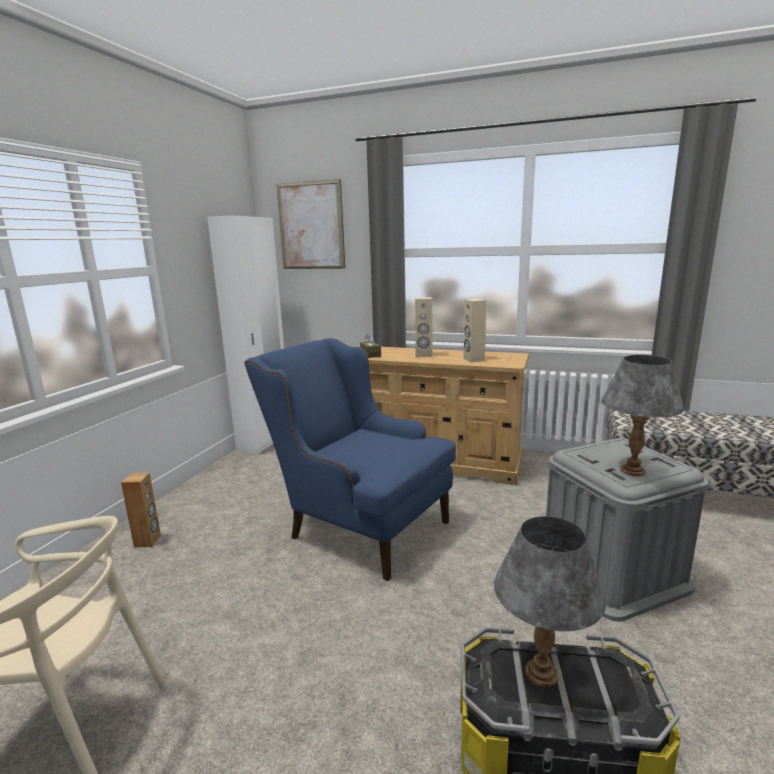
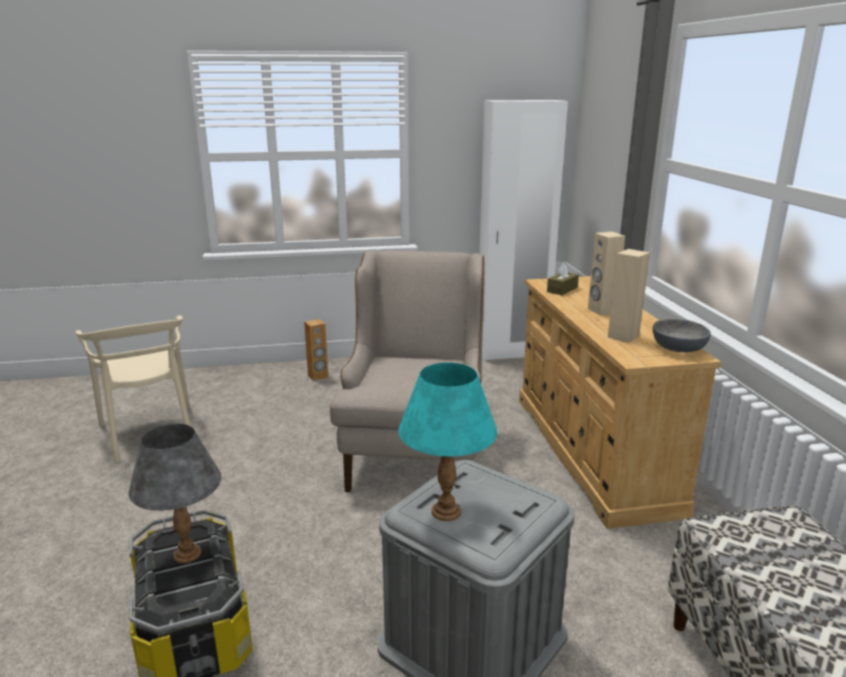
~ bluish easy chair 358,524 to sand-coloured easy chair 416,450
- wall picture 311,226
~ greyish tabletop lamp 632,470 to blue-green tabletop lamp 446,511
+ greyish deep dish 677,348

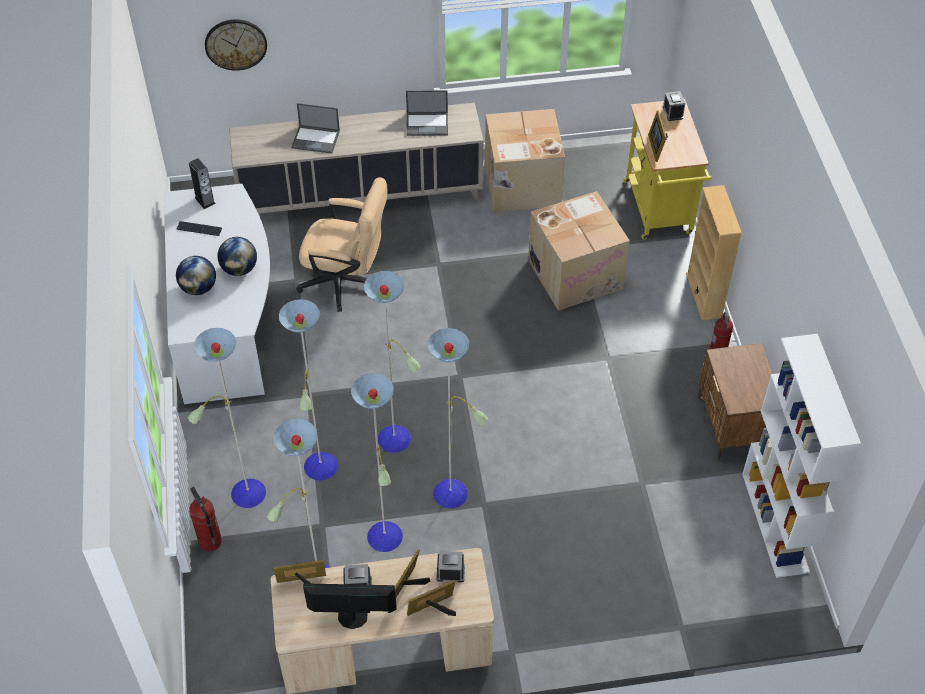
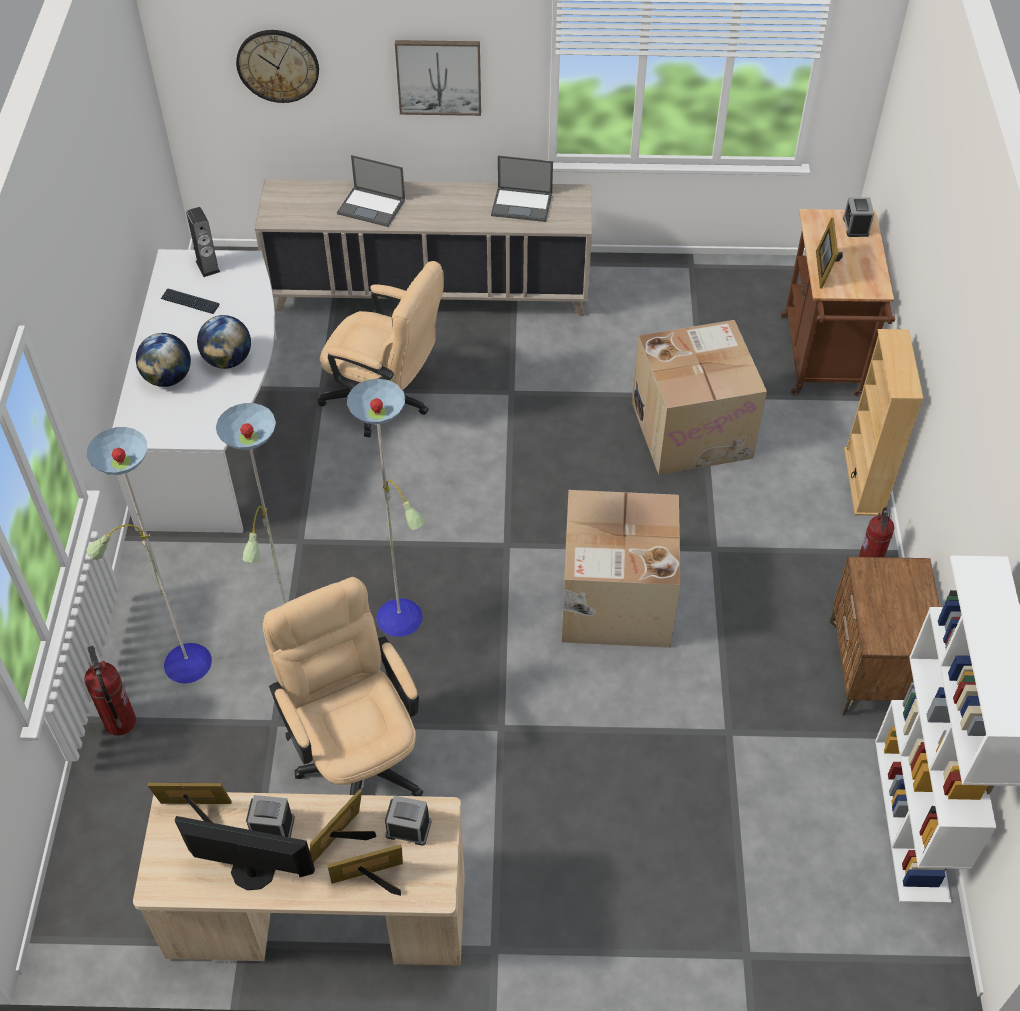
~ standard lamp 386,538 to sand-coloured office chair 356,755
~ carton 521,185 to 614,601
~ yellowish wheeled cart 659,212 to brownish wheeled cart 822,362
+ wall picture 439,76

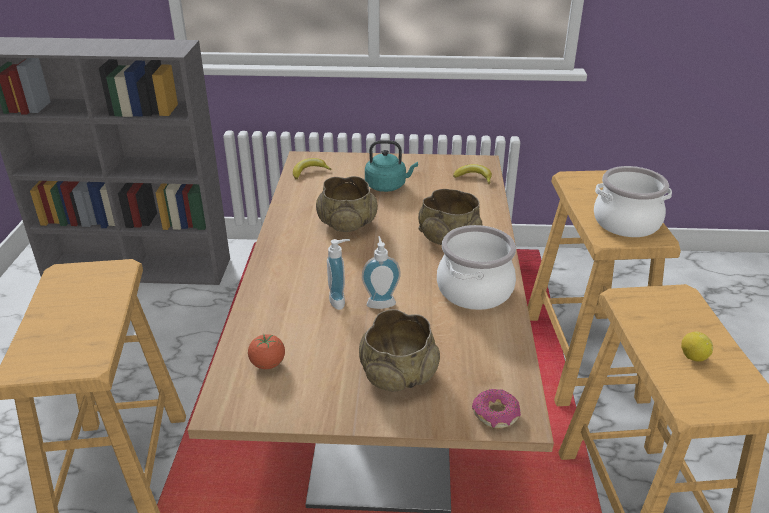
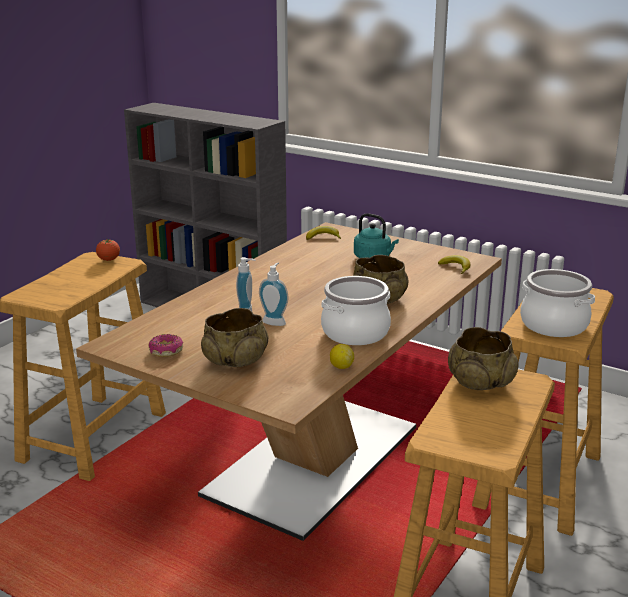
~ whole tomato 268,364 to 108,260
~ sand-coloured deep dish 347,224 to 480,382
~ ring doughnut 495,415 to 166,351
~ whole lemon 693,357 to 341,367

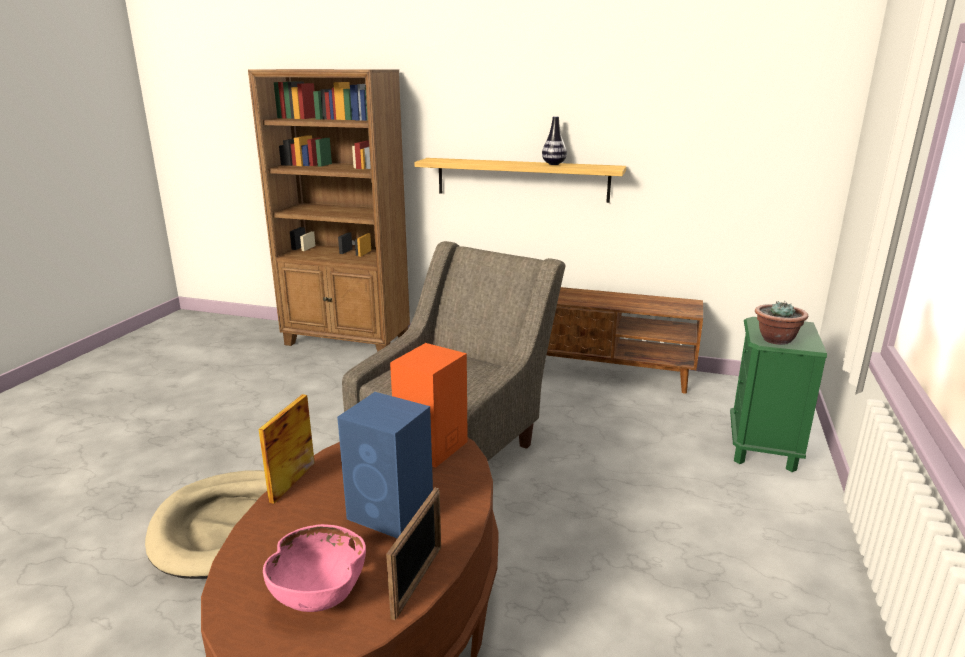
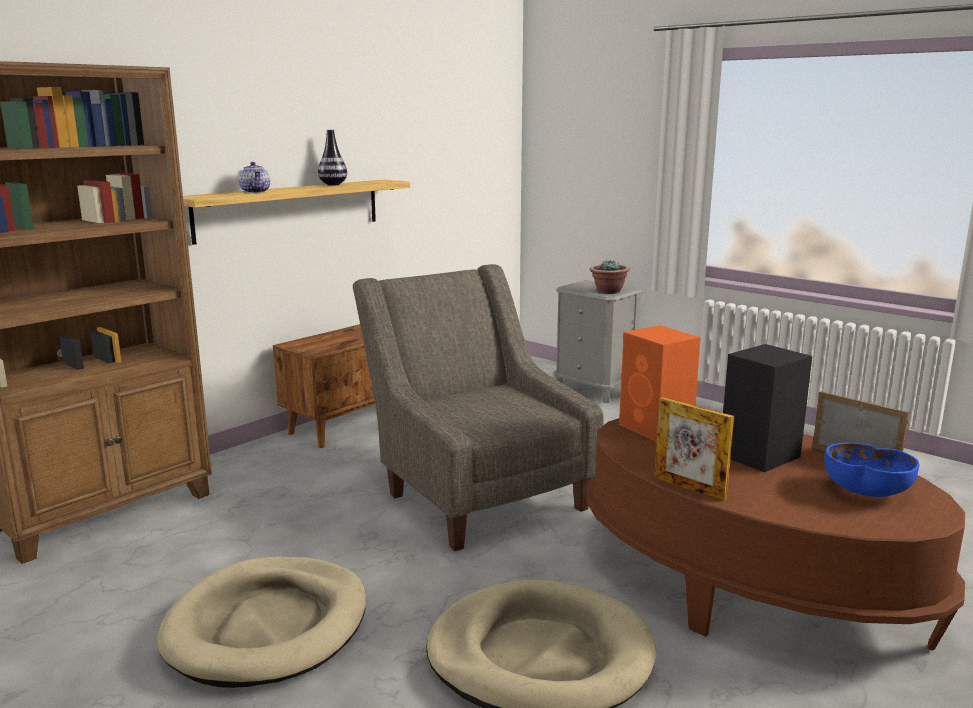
~ pinkish deep dish 318,592 to bluish deep dish 866,492
~ bluish audio speaker 392,513 to black-coloured audio speaker 760,455
~ green-coloured nightstand 763,448 to greyish nightstand 594,390
+ sand-coloured dog bed 268,626
+ pot for tea 256,192

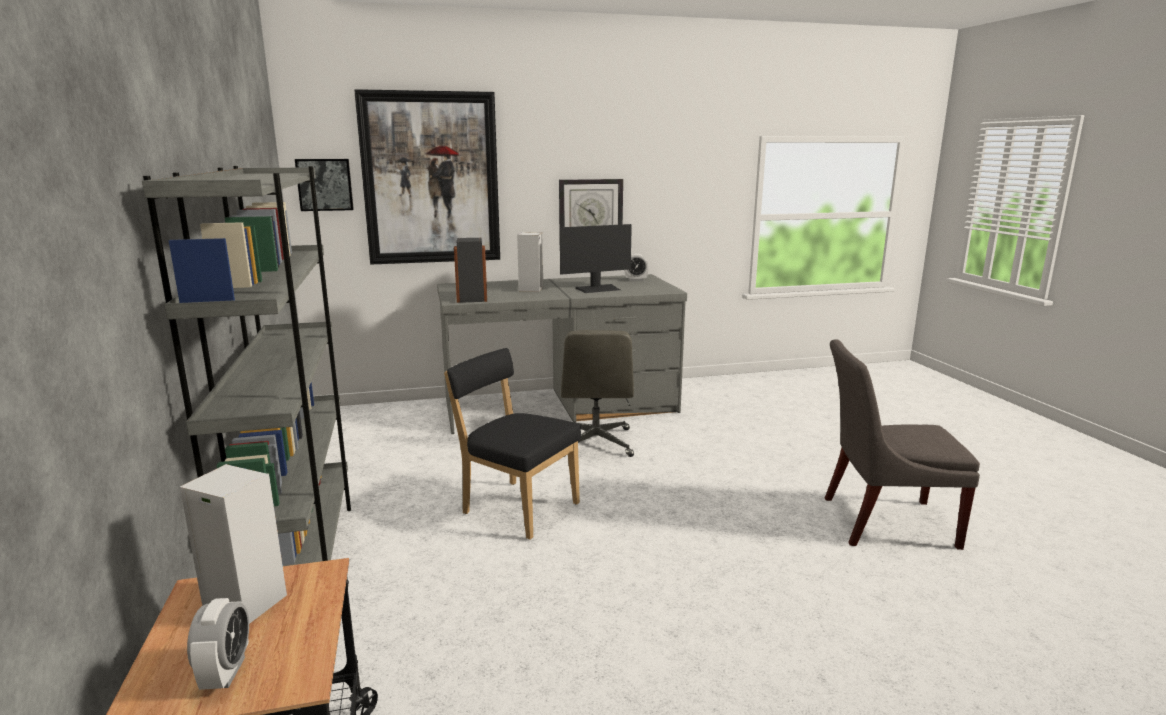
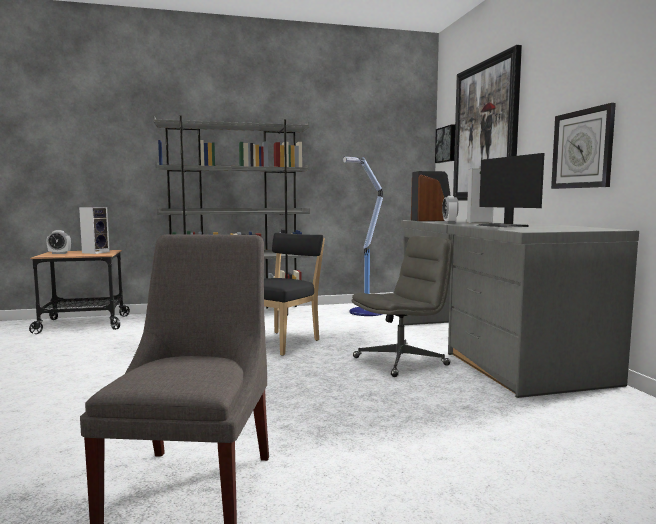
~ greyish office chair 596,443 = 401,361 150 degrees clockwise
~ table clock 636,280 to 449,223
+ standard lamp 365,312

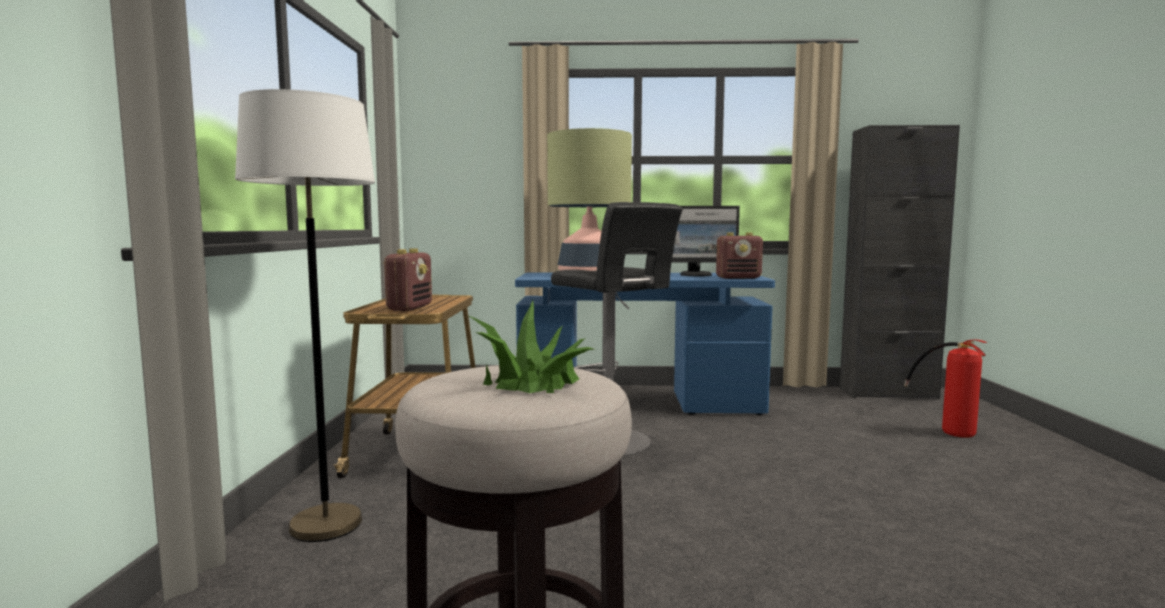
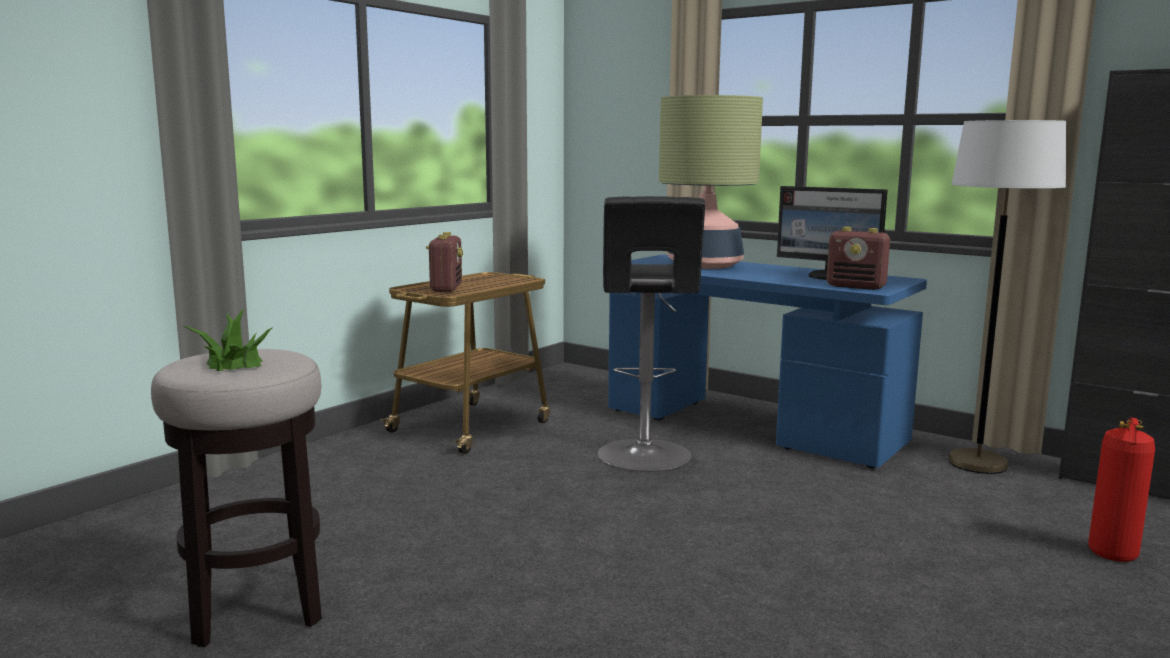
~ white-coloured standard lamp 326,525 to 977,463
~ radio receiver 409,308 = 446,289 45 degrees counterclockwise

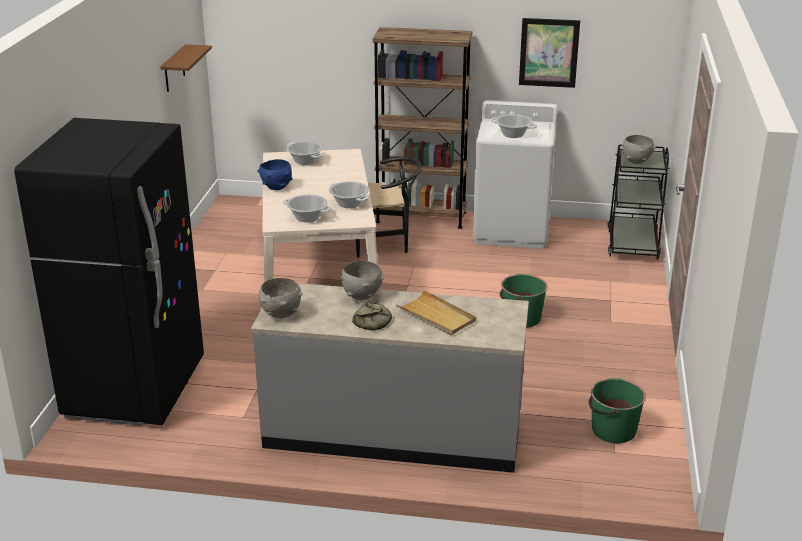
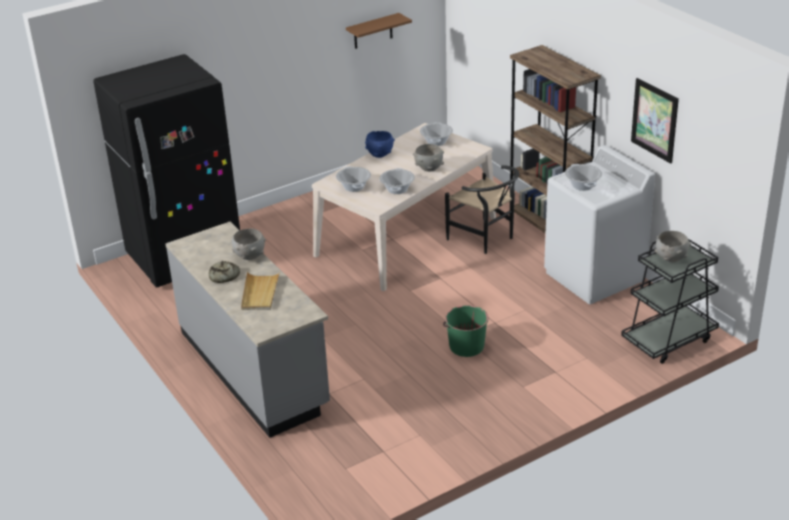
~ greyish deep dish 281,314 to 428,169
- green-coloured bucket 612,430

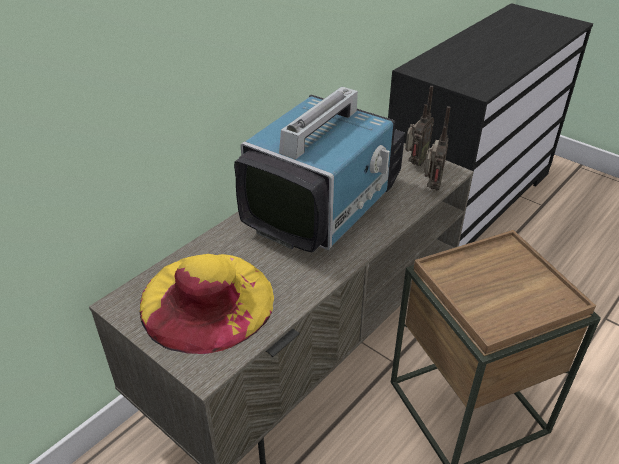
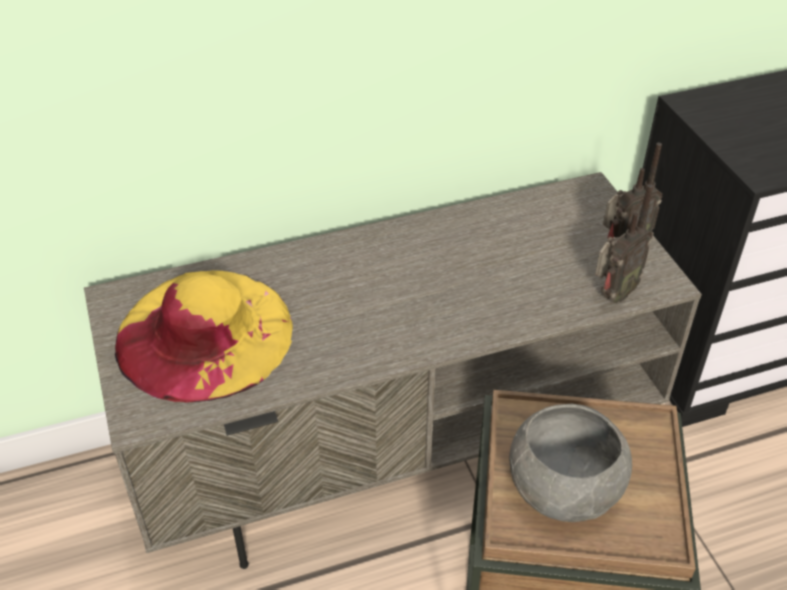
- TV 325,204
+ greyish deep dish 565,490

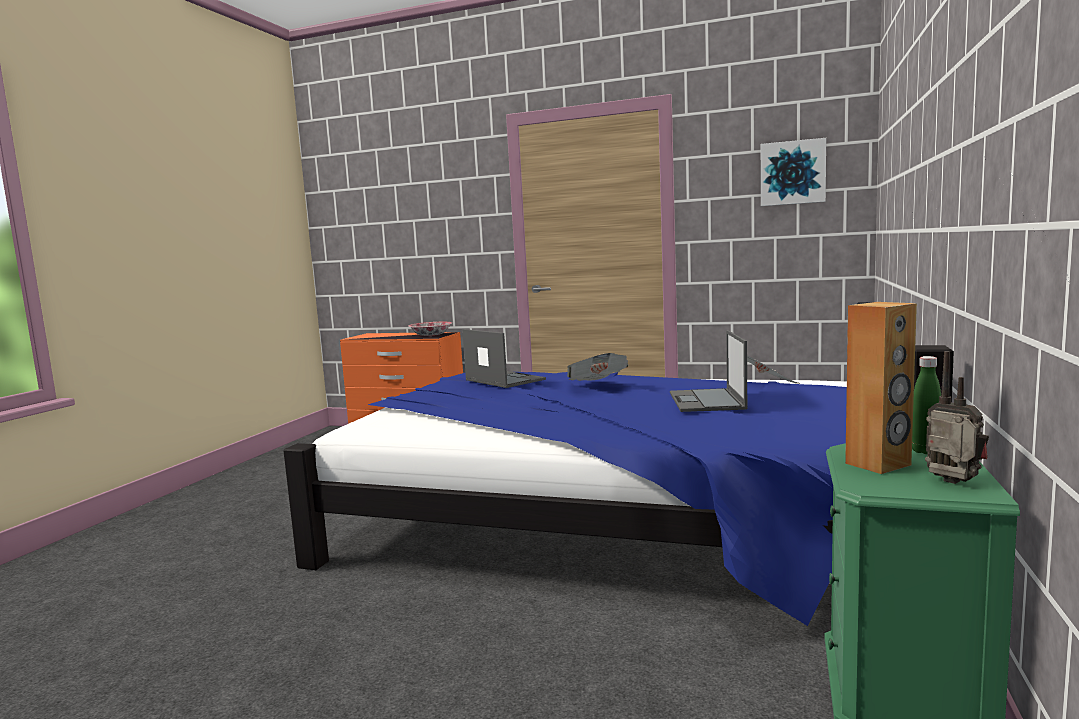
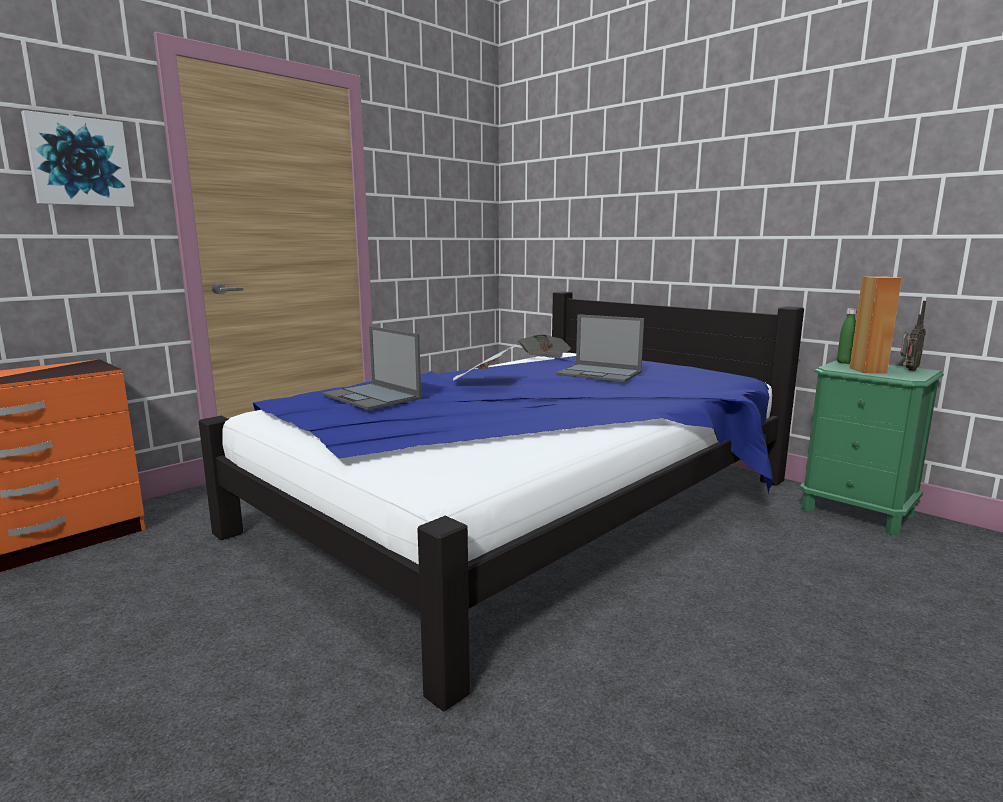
- deep dish 431,335
~ notebook computer 504,380 = 372,397 120 degrees counterclockwise
~ wall picture 792,173 to 79,162
~ radio receiver 951,484 = 907,370 150 degrees clockwise

